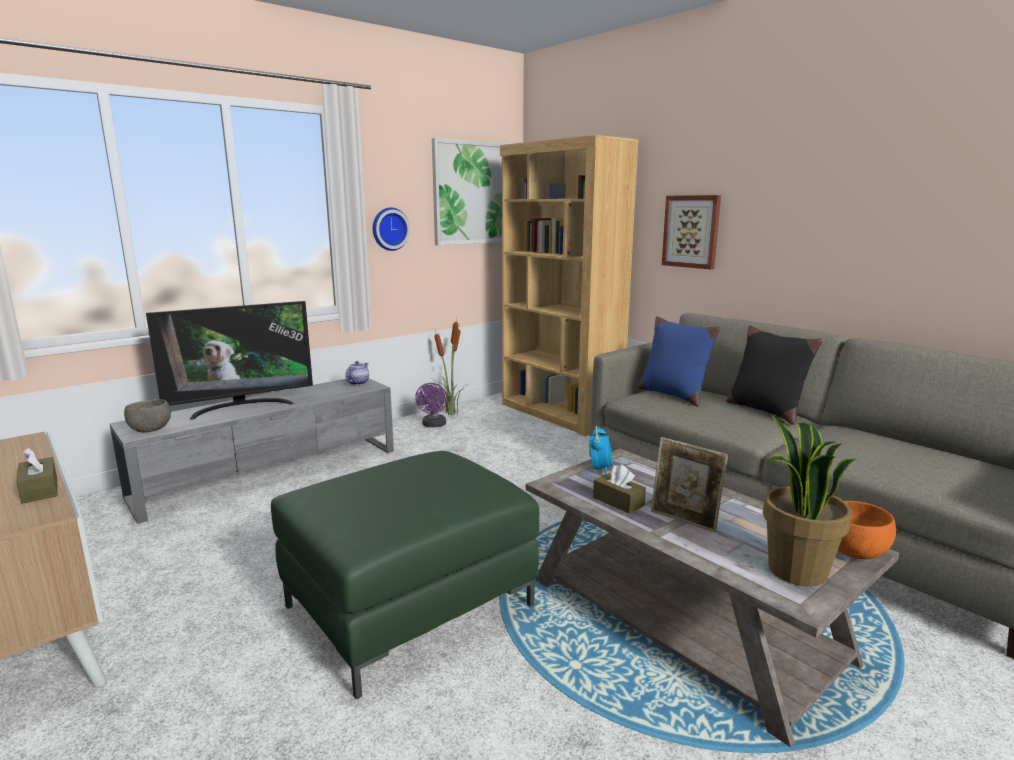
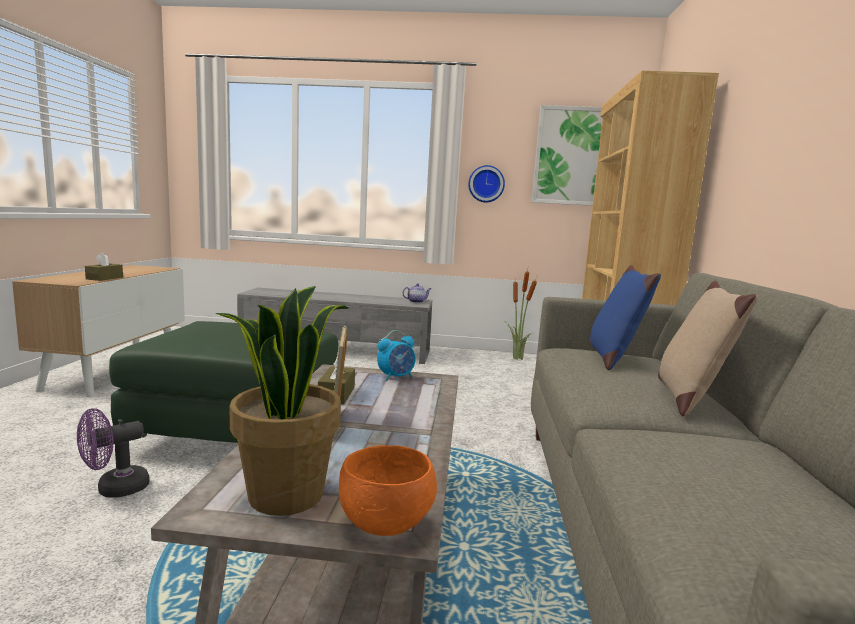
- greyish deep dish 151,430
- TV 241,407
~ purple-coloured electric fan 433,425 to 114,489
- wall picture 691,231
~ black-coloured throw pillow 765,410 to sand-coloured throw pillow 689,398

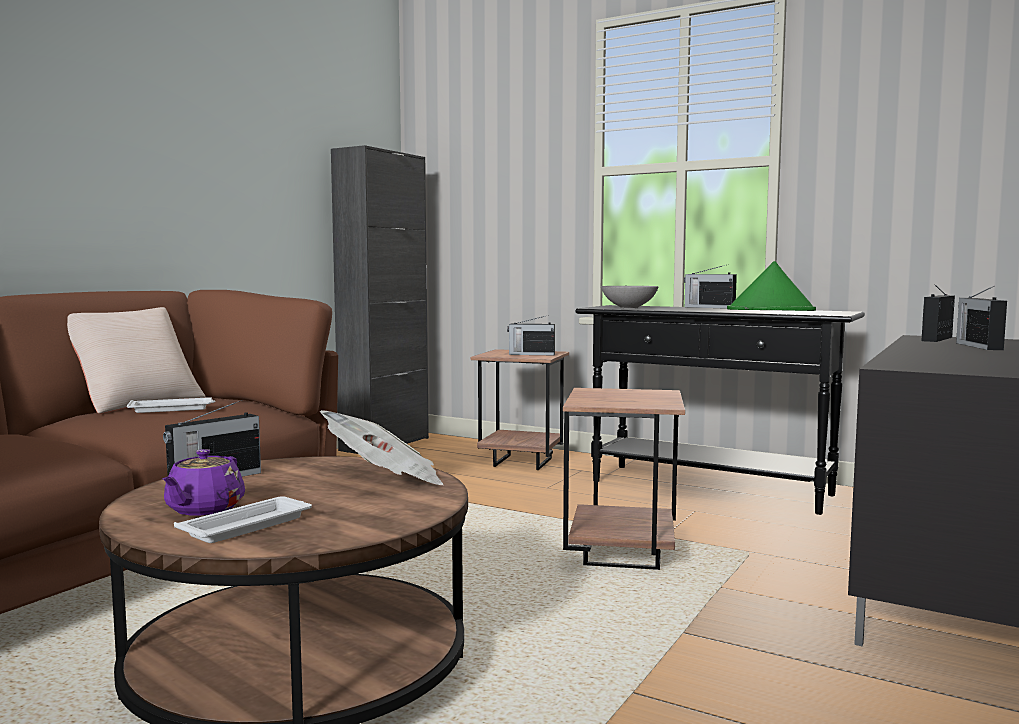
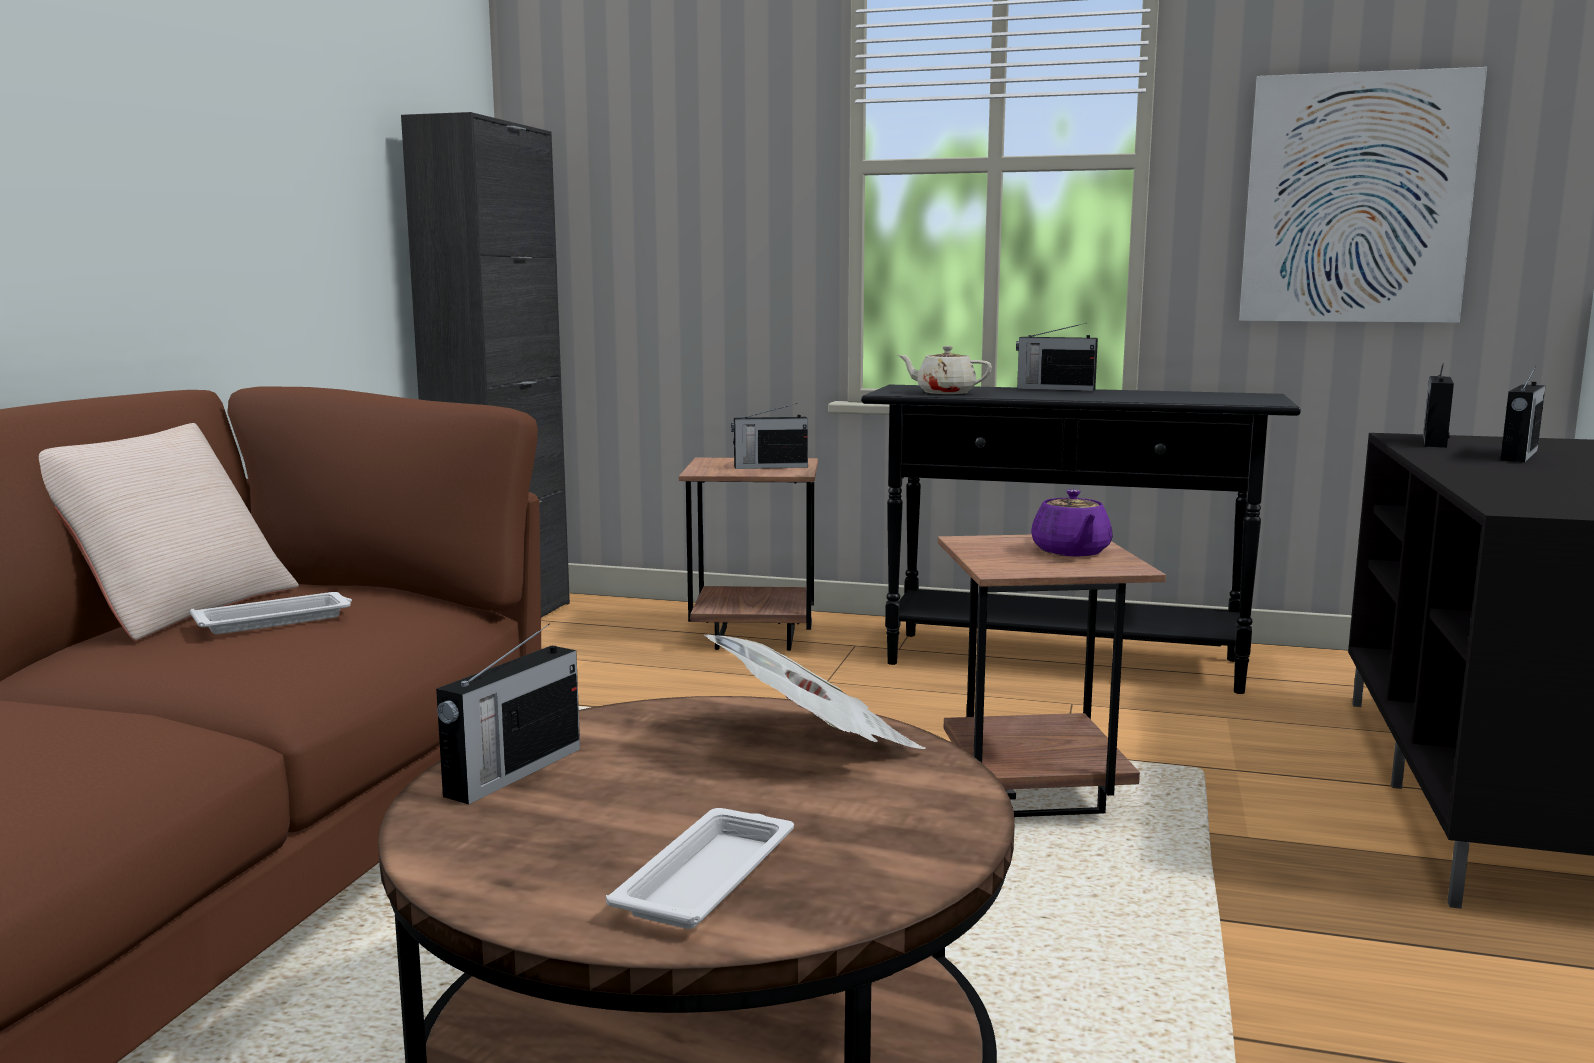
~ purple-coloured pot for tea 204,509 to 1071,552
~ greyish deep dish 630,308 to sand-coloured pot for tea 944,393
- green-coloured wearable hat 771,311
~ radio receiver 978,346 = 1518,455 135 degrees counterclockwise
+ wall picture 1357,199

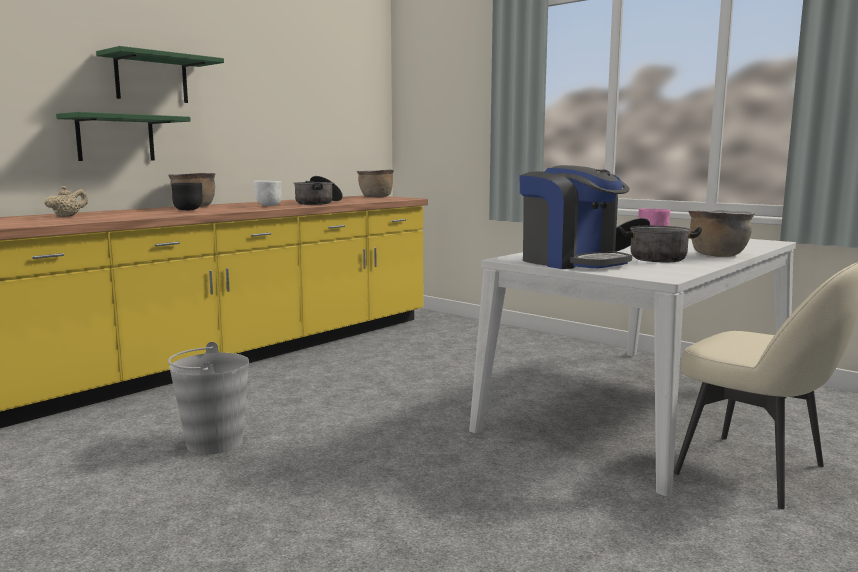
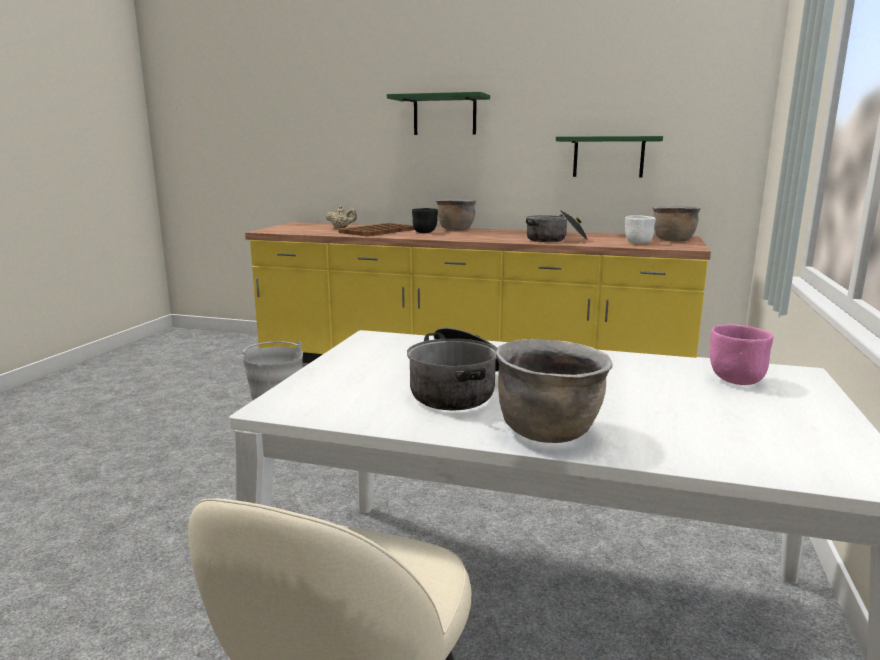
~ green-coloured bracket shelf 115,138 to 608,157
~ white-coloured deep dish 268,205 to 637,243
- coffee maker 571,262
+ brownish tray 377,231

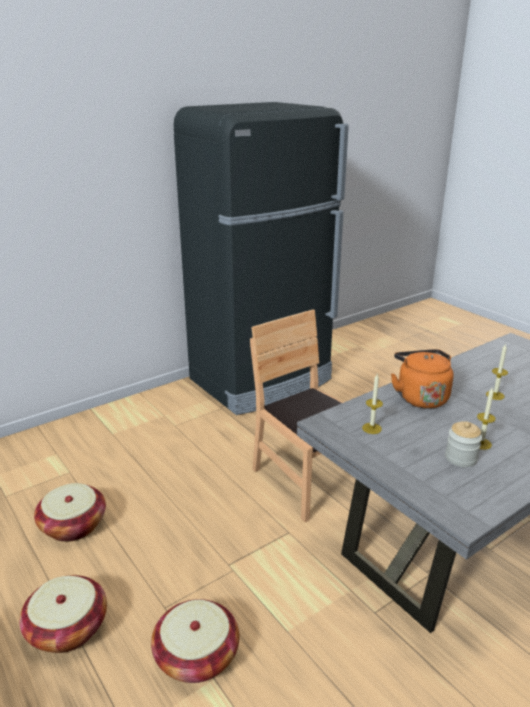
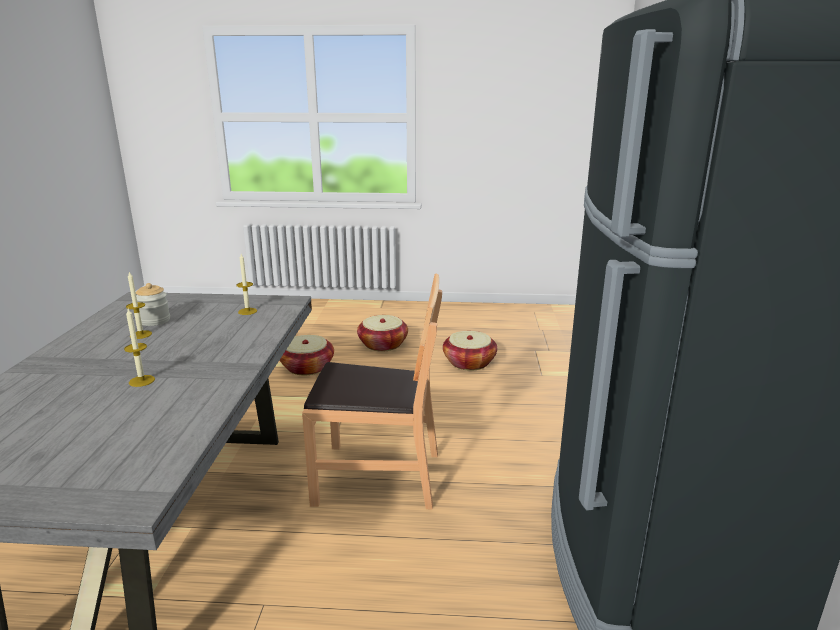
- orangey tea kettle 420,397

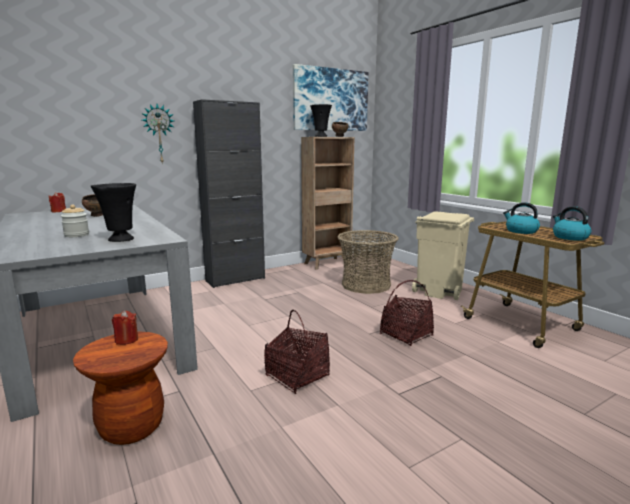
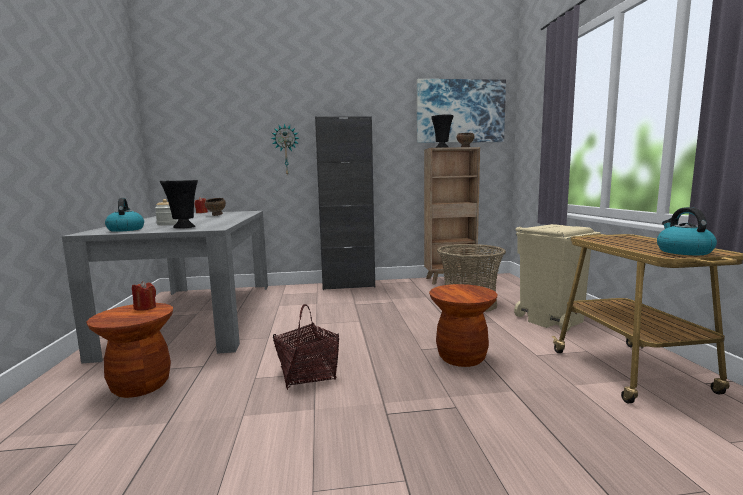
~ basket 406,335 to brownish sitting stool 461,357
~ tea kettle 520,231 to 125,229

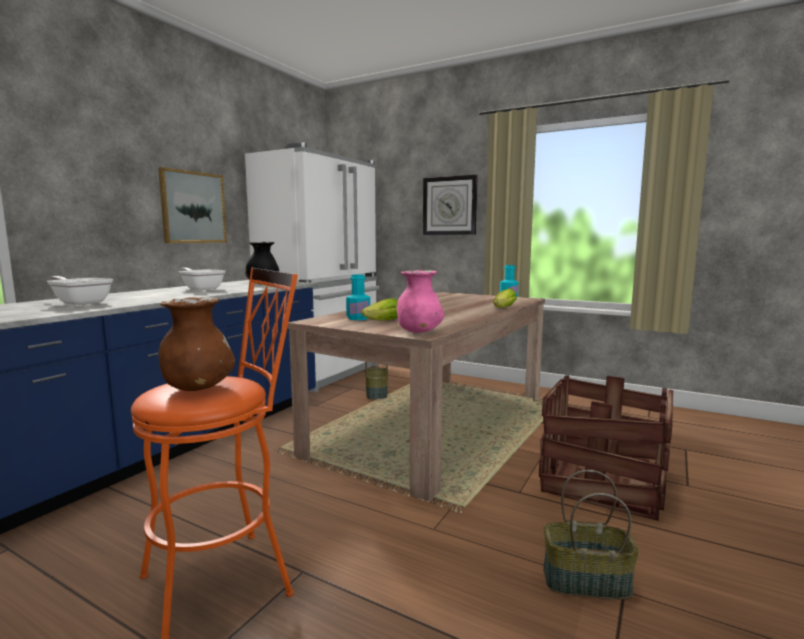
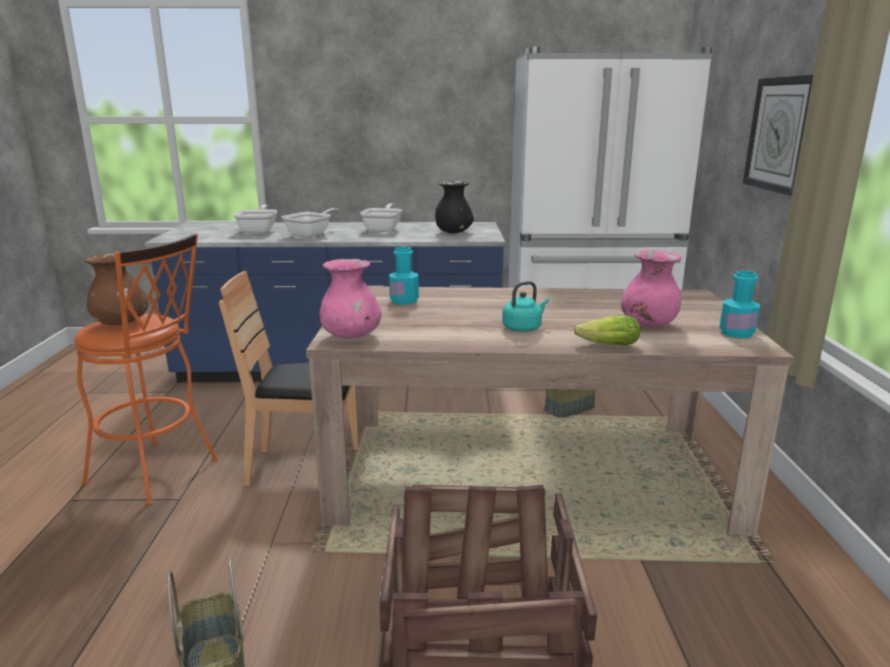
- wall picture 193,207
- lettuce head 381,321
+ brownish chair 305,467
+ frying pan 312,234
+ blue-green tea kettle 523,328
+ pinkish vase 648,324

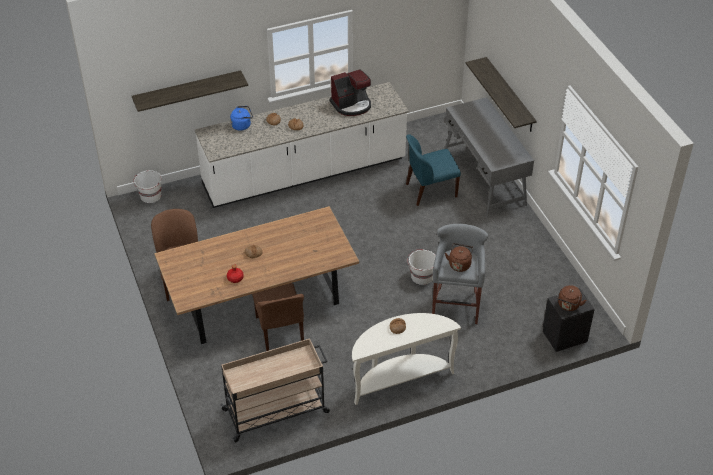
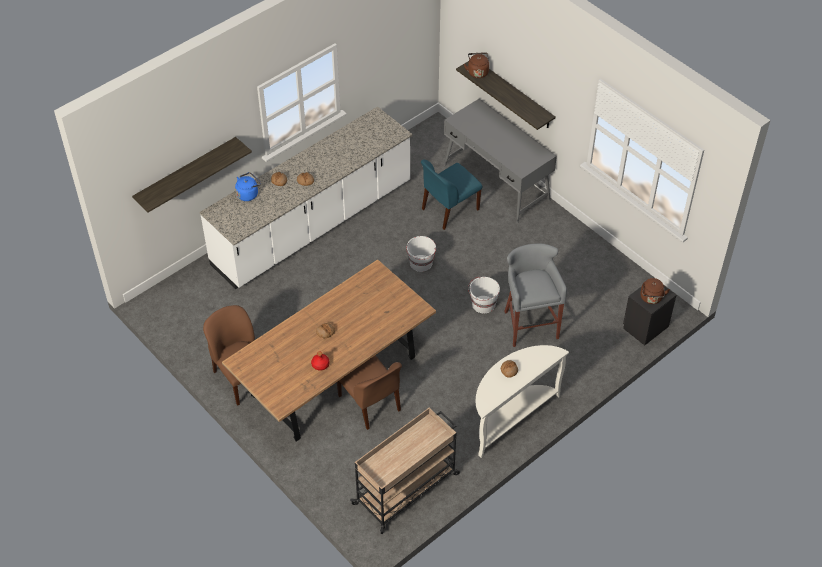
~ white-coloured bucket 150,196 to 421,263
- coffee maker 351,105
~ brownish tea kettle 459,264 to 477,72

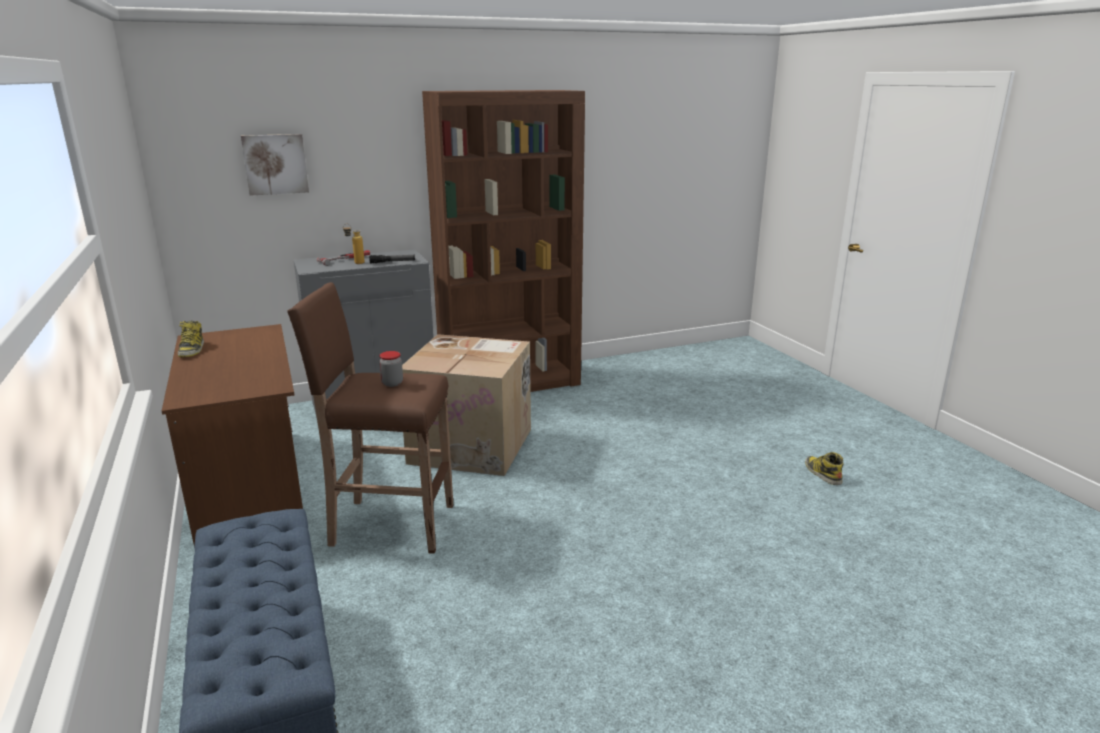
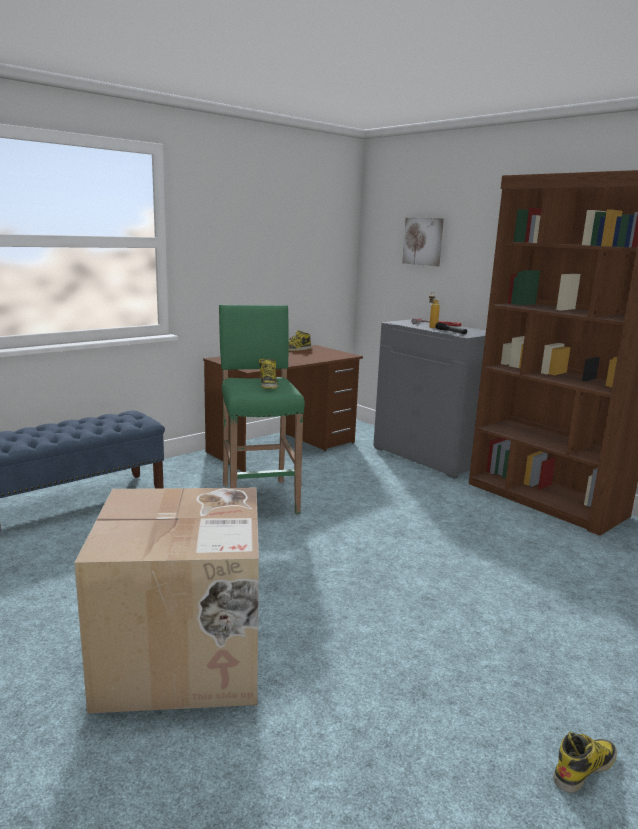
~ brownish sitting stool 390,525 to green-coloured sitting stool 258,497
~ storage jar 392,383 to tall boot 268,384
~ carton 473,445 to 184,656

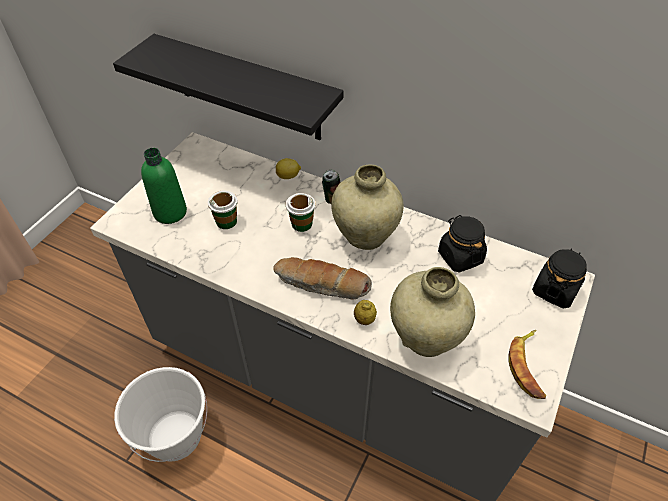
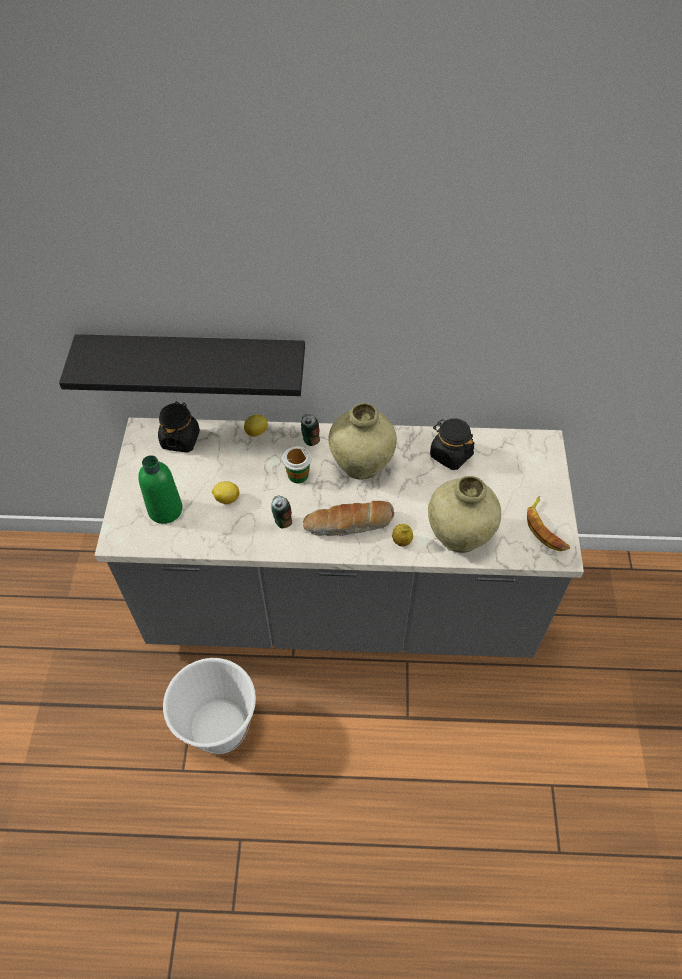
~ cup 226,221 to whole lemon 226,498
~ black-coloured storage jar 554,290 to 180,439
+ sealed can 282,521

